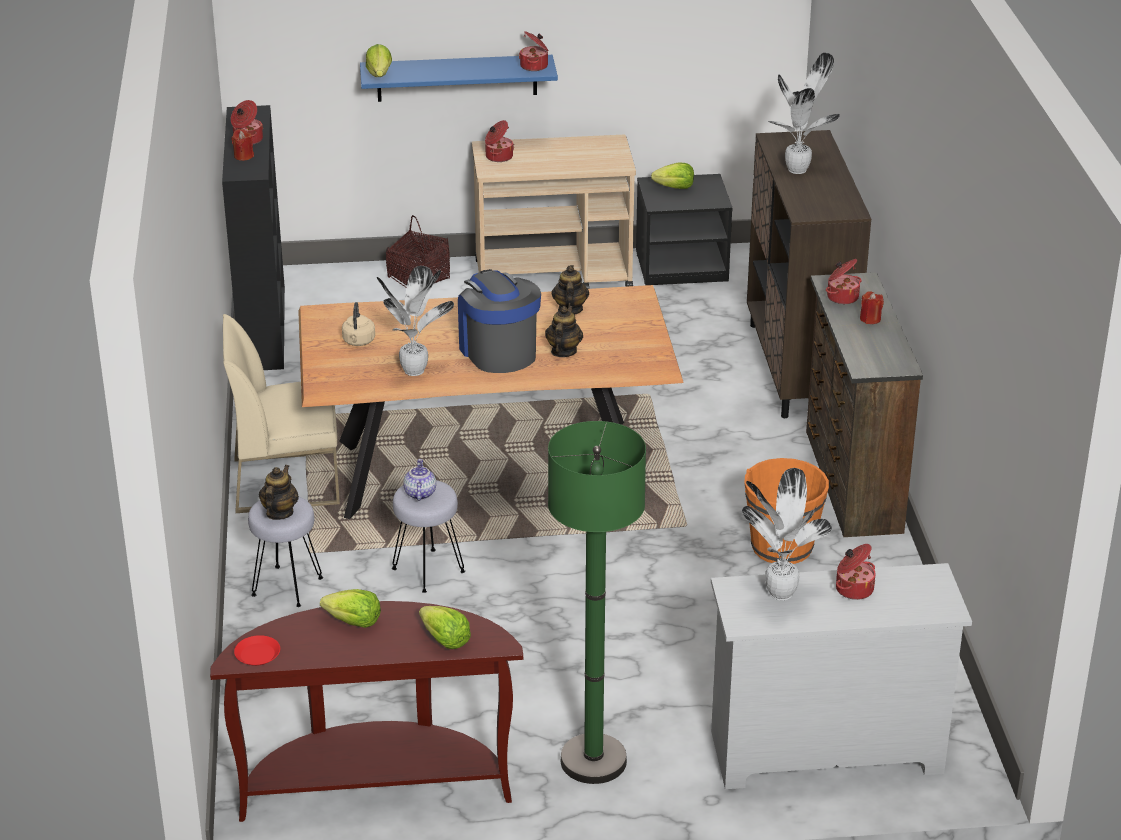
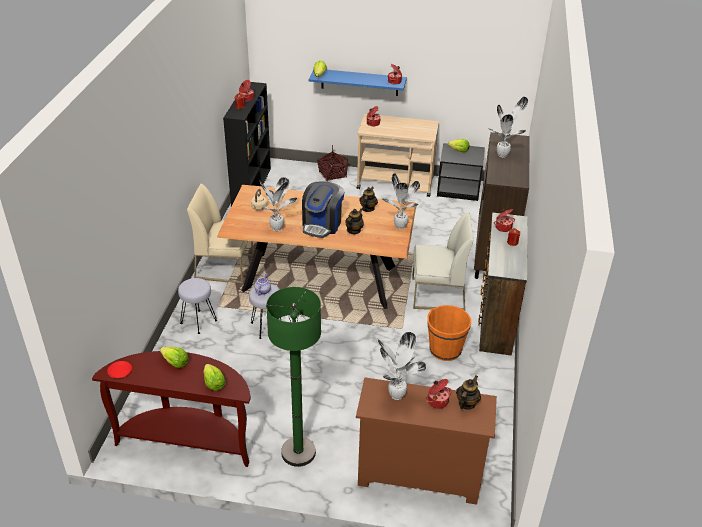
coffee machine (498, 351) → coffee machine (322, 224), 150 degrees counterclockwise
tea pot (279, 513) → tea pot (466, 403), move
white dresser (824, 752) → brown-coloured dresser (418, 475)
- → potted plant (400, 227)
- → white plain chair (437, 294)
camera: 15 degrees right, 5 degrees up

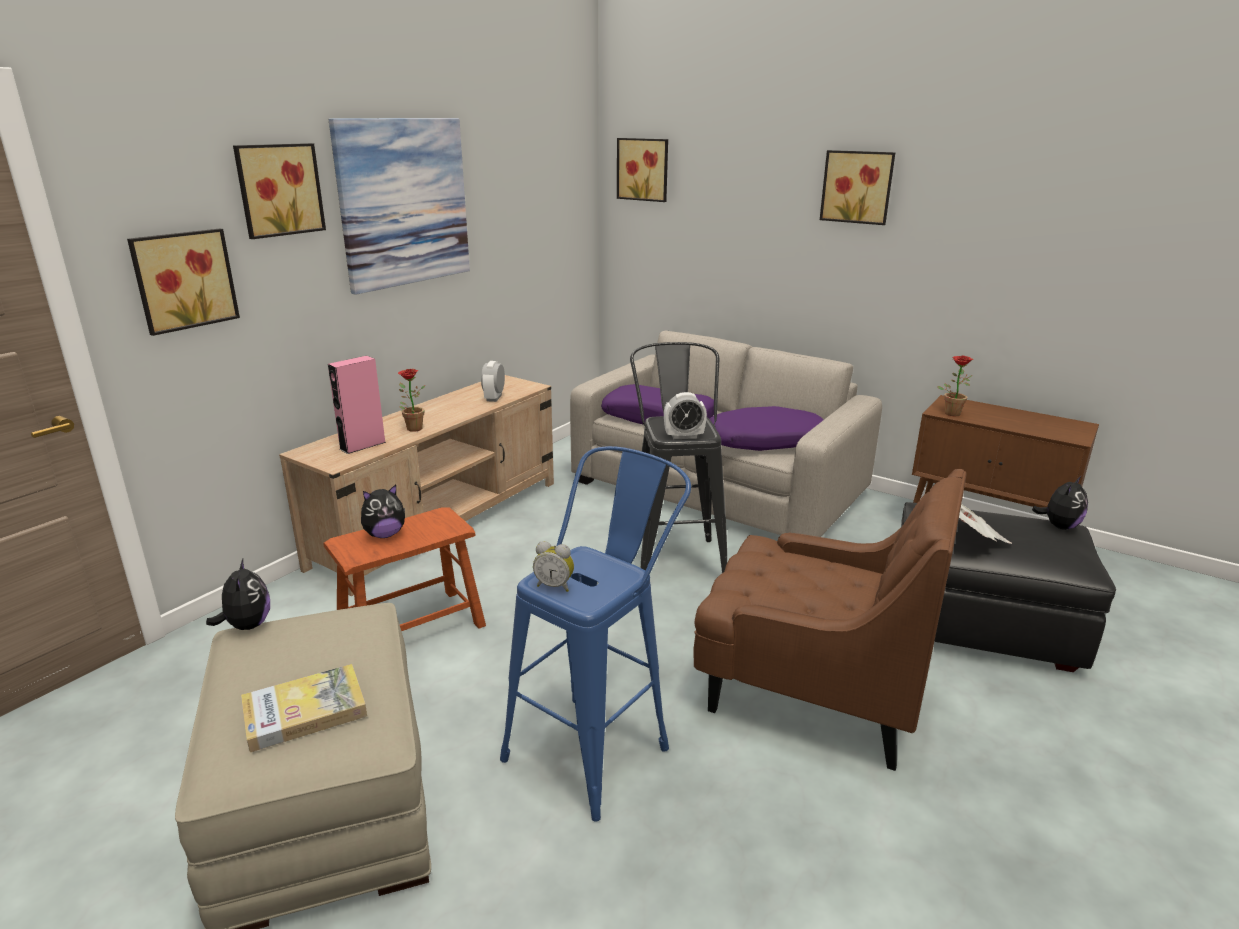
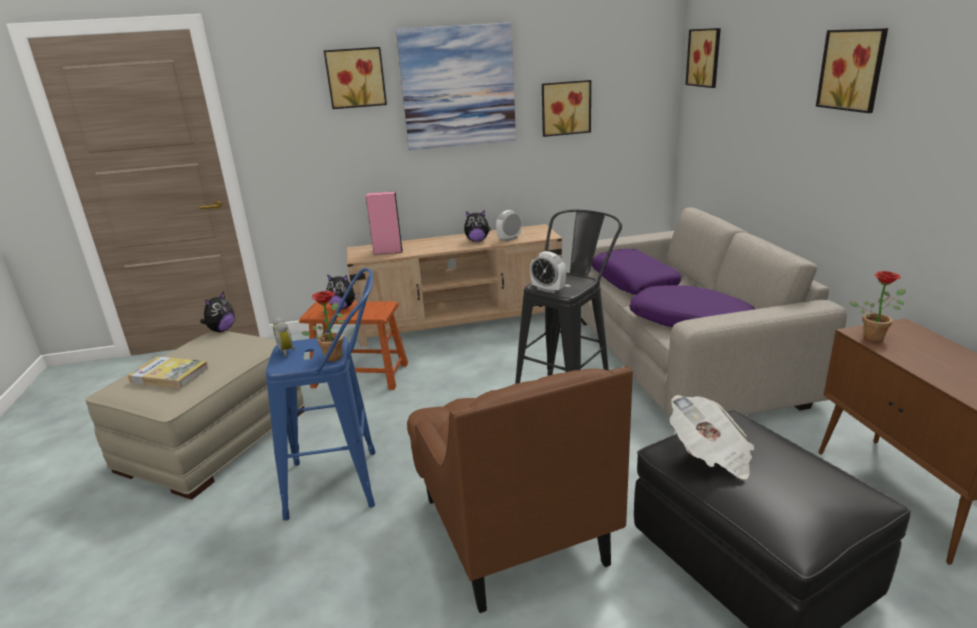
wall picture (183, 280) → wall picture (565, 108), move
potted plant (412, 428) → potted plant (333, 355), move
cuddly toy (1059, 526) → cuddly toy (477, 240), move
camera: 45 degrees right, 0 degrees up

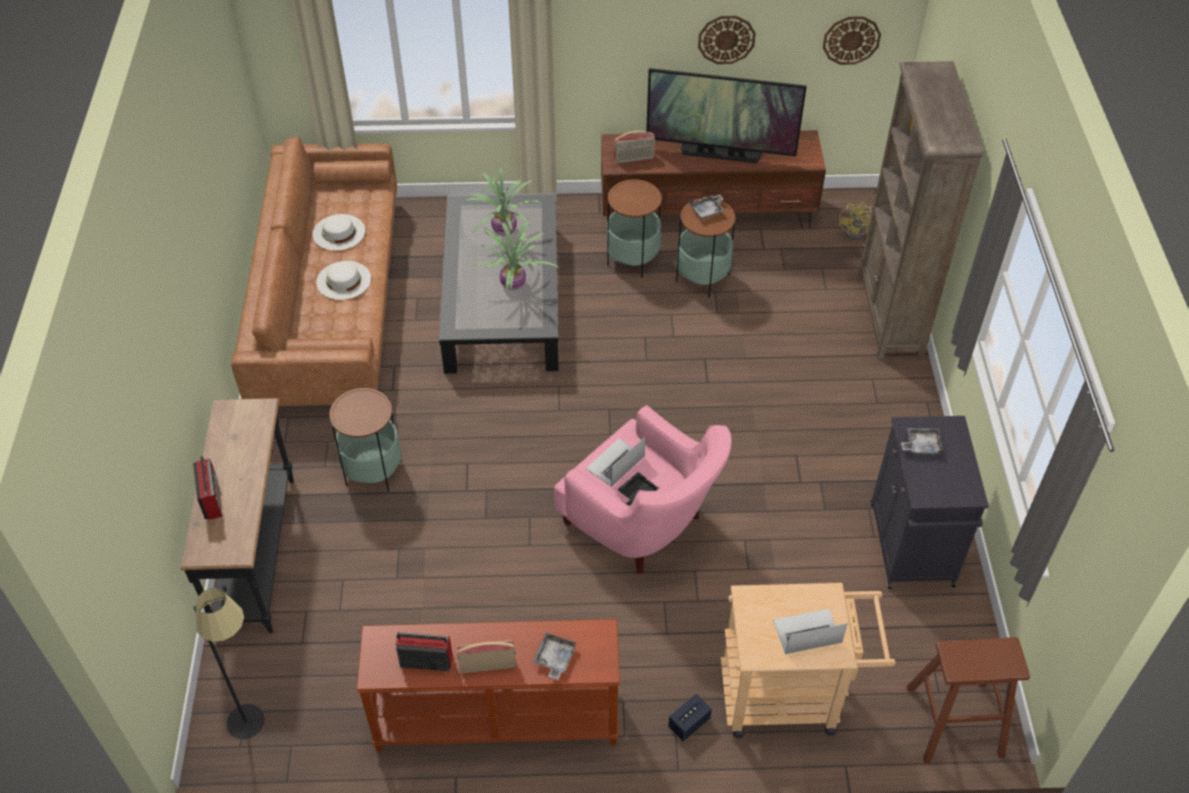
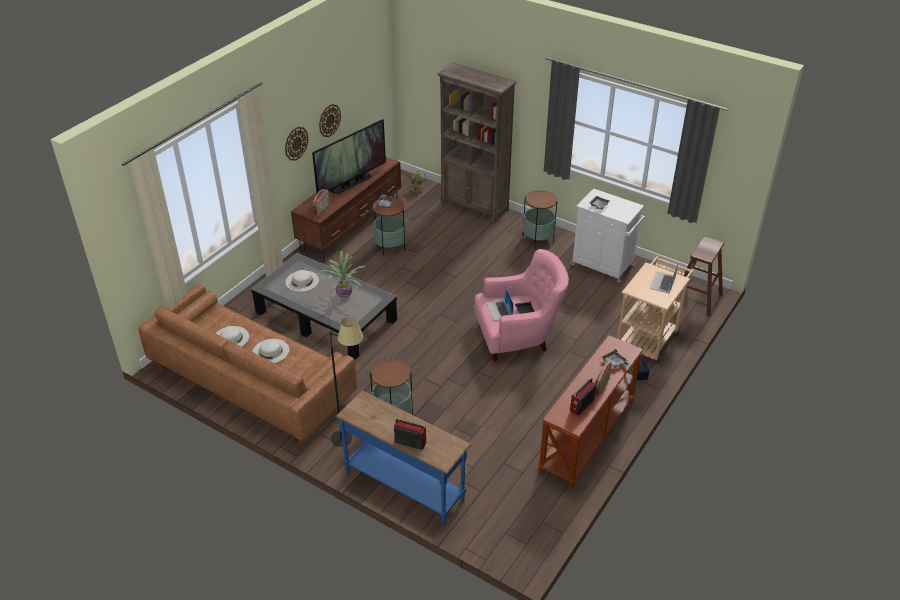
clock on the wall (851, 40) → clock on the wall (296, 143), move
potted plant (503, 230) → white clothing hat (302, 281)
end table (632, 259) → end table (538, 239), move
black-coloured console table (258, 553) → bluish console table (405, 485)
black-coloured storage cabinet (912, 546) → white storage cabinet (603, 265)
black-coloured standing lamp (259, 729) → black-coloured standing lamp (351, 435), move
camera: 55 degrees left, 10 degrees down

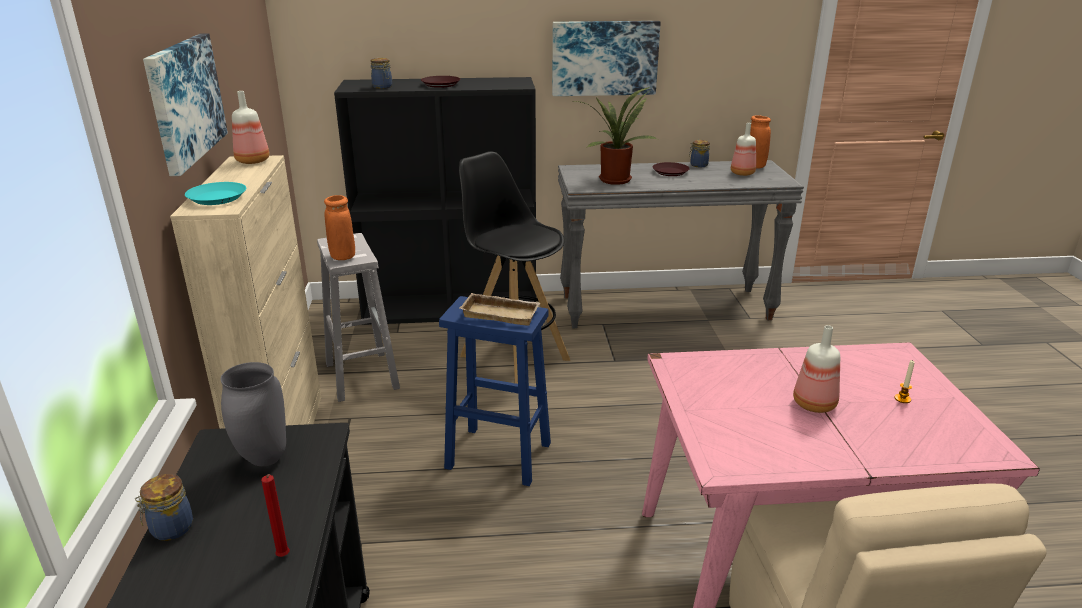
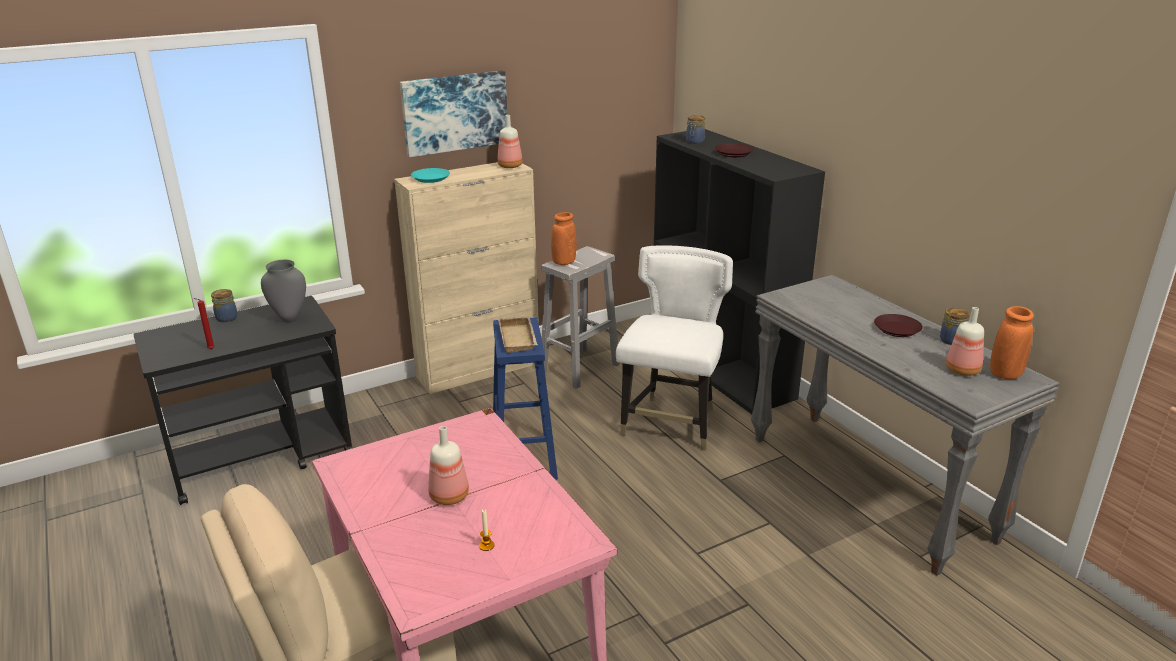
wall picture (604, 58) → -
potted plant (614, 179) → -
black-coloured stool (513, 356) → white plain chair (672, 423)
camera: 65 degrees right, 0 degrees up

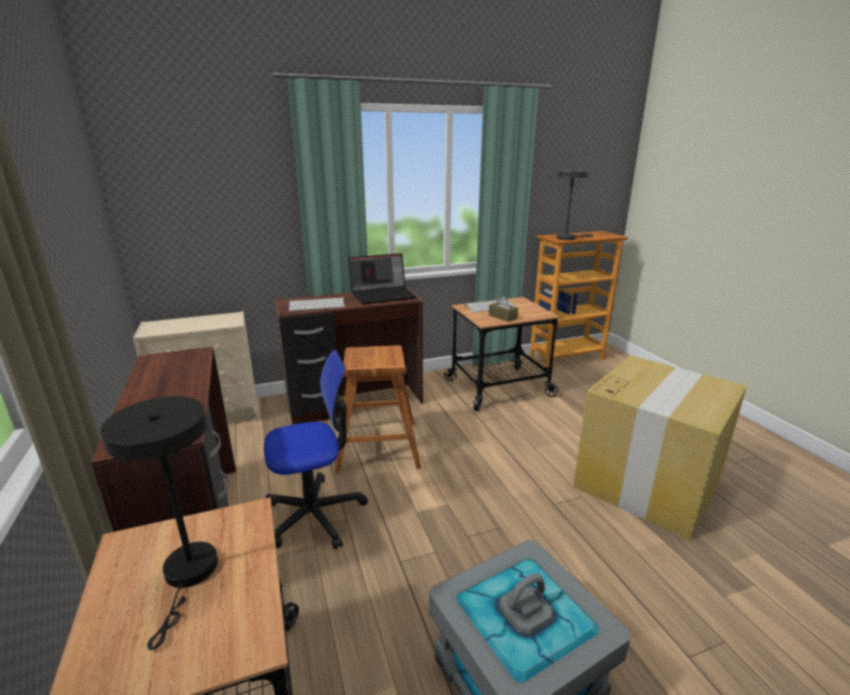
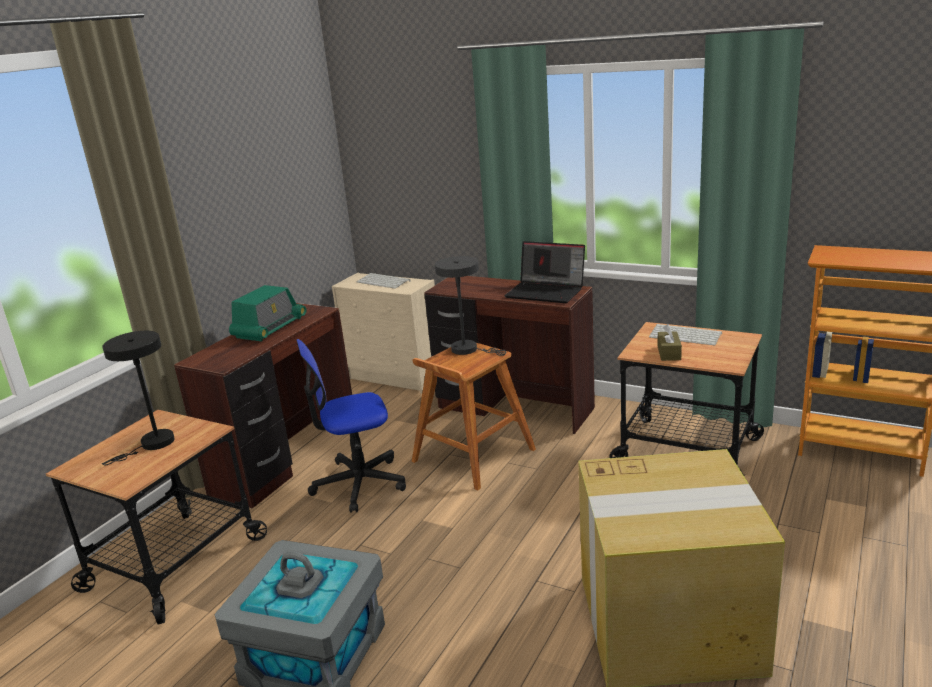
grey tabletop lamp (568, 238) → grey tabletop lamp (469, 350), move
computer keyboard (317, 305) → computer keyboard (384, 281), move
desk chair (315, 514) → desk chair (359, 483), 135 degrees clockwise
- → radio (269, 328)
camera: 50 degrees right, 0 degrees up

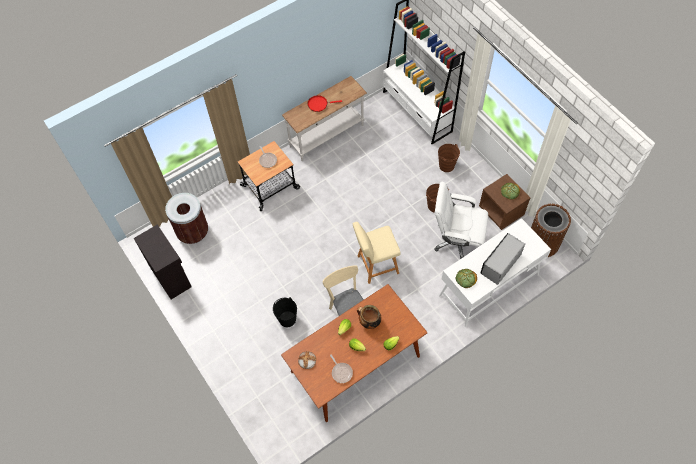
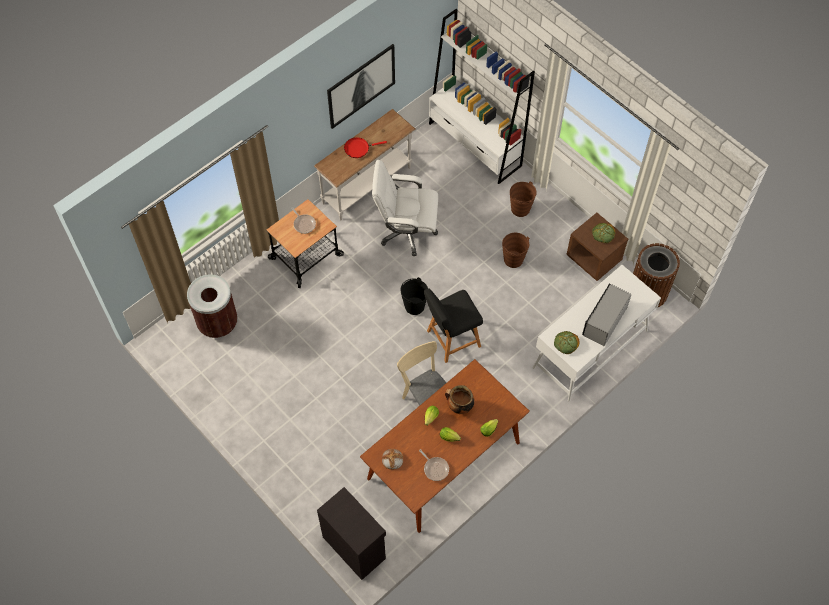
white desk chair (456, 241) → white desk chair (406, 232), move
sand-coloured stool (375, 265) → black-coloured stool (451, 340)
black-coloured storage cabinet (171, 276) → black-coloured storage cabinet (354, 546), move
black-coloured bucket (287, 319) → black-coloured bucket (414, 306), move
- → wall picture (361, 86)
camera: 10 degrees left, 0 degrees up

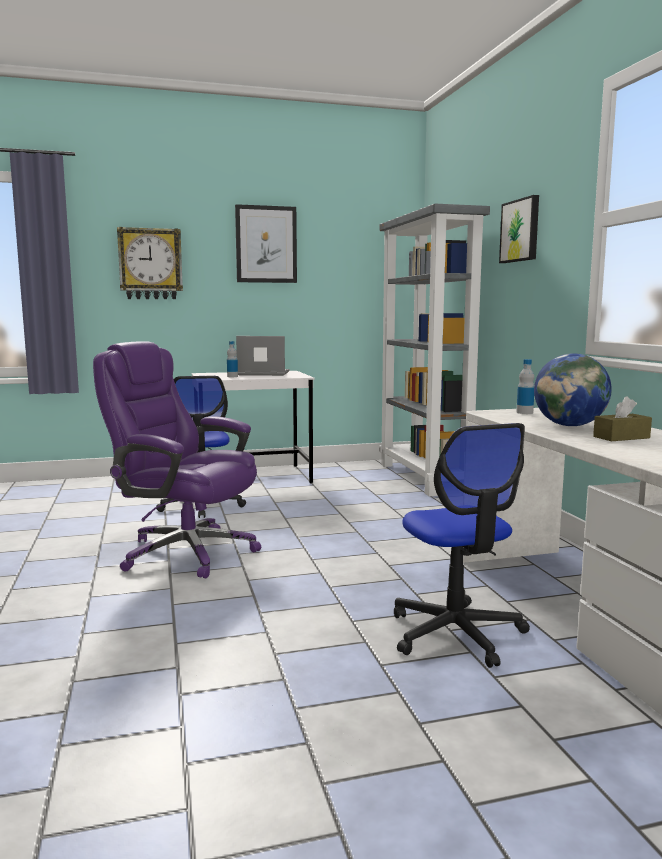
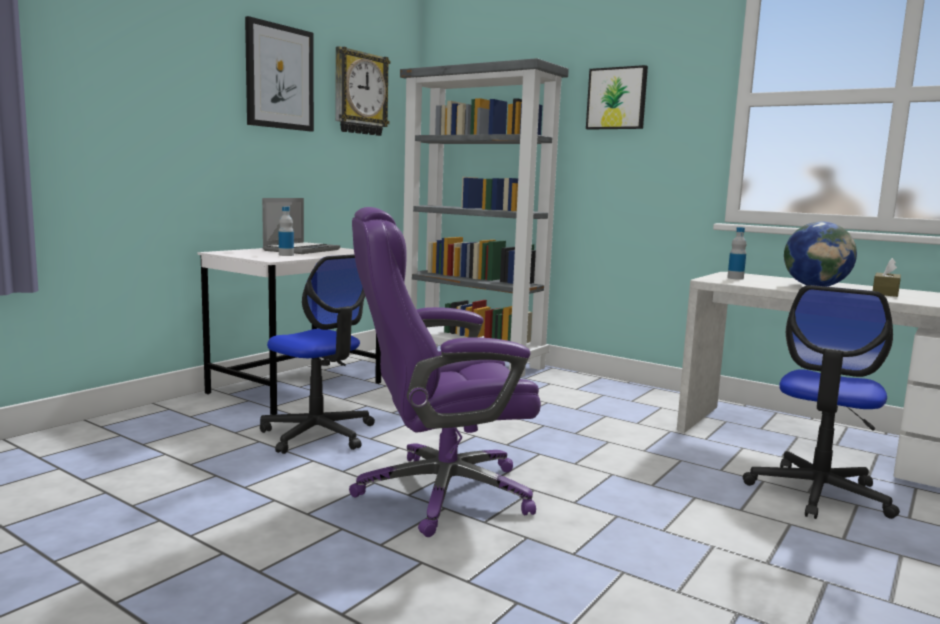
clock on the wall (150, 264) → clock on the wall (360, 93), move
portable computer (262, 374) → portable computer (301, 250), 150 degrees clockwise
desk chair (456, 633) → desk chair (818, 493), 90 degrees clockwise
camera: 40 degrees left, 0 degrees up

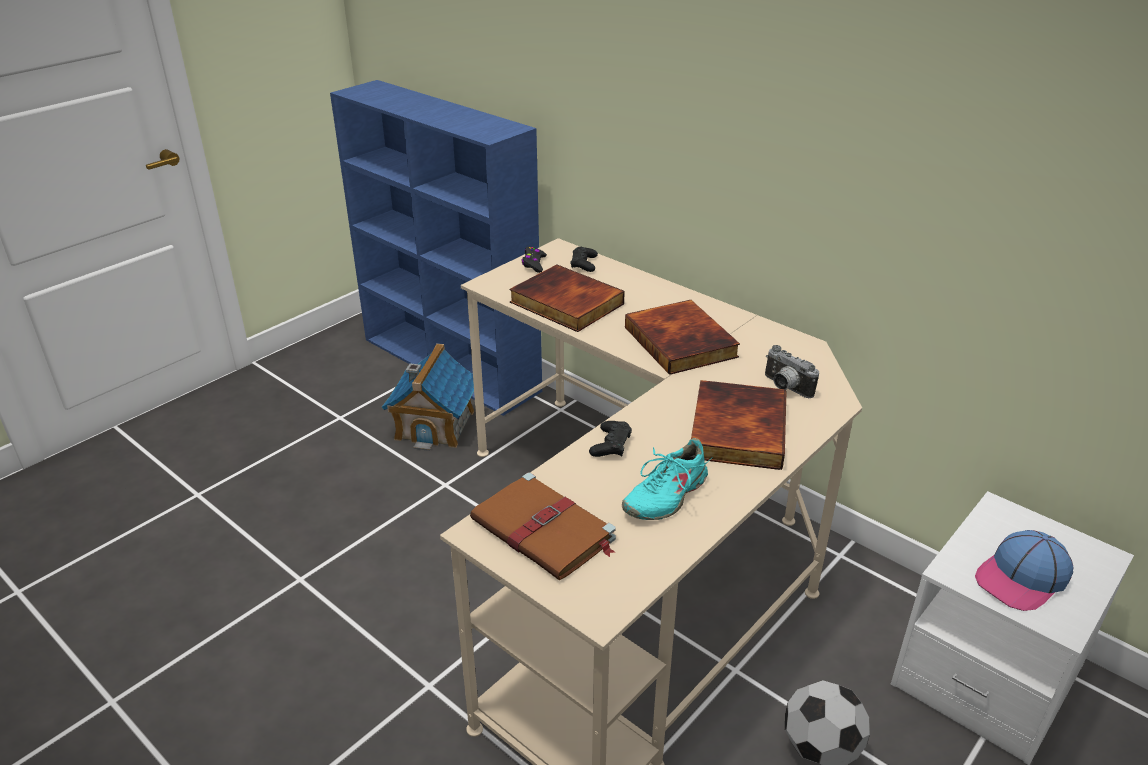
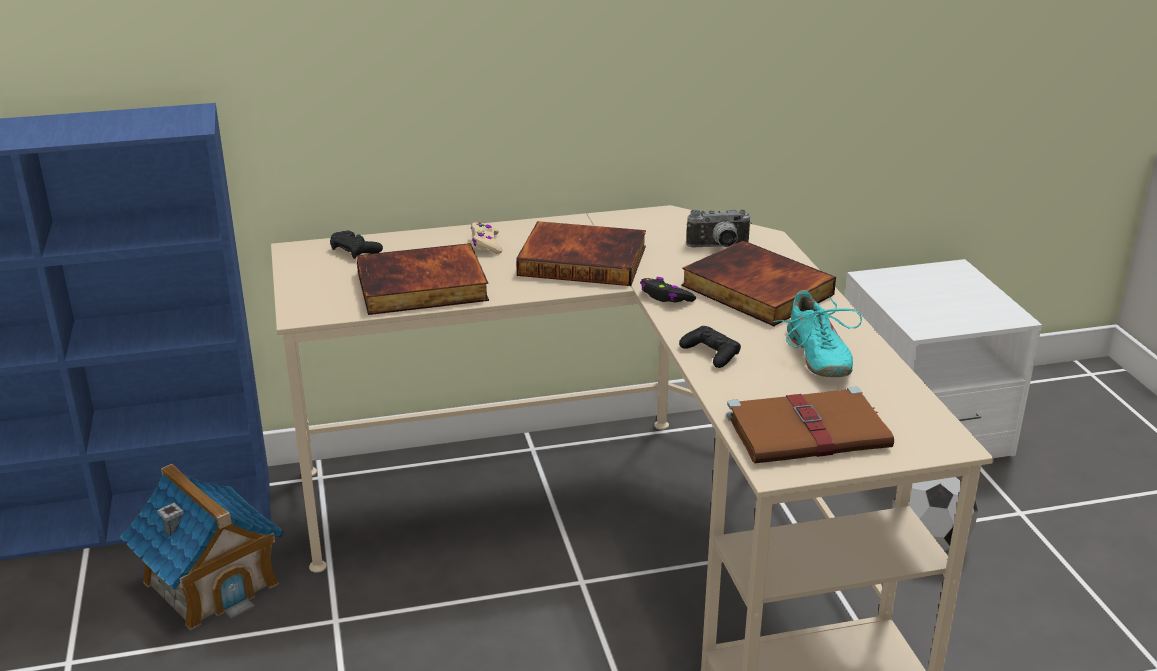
black-coloured joypad (534, 264) → black-coloured joypad (665, 297), move
baseball cap (1022, 578) → -
- → sand-coloured joypad (486, 244)
camera: 55 degrees left, 5 degrees down

